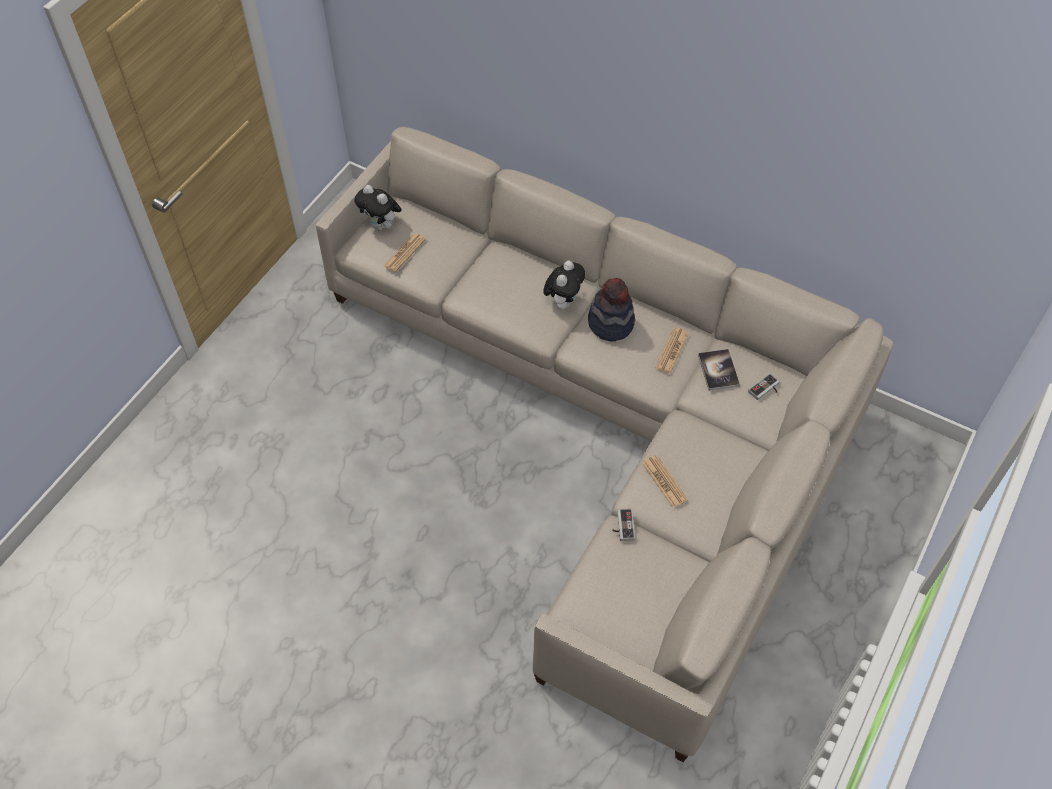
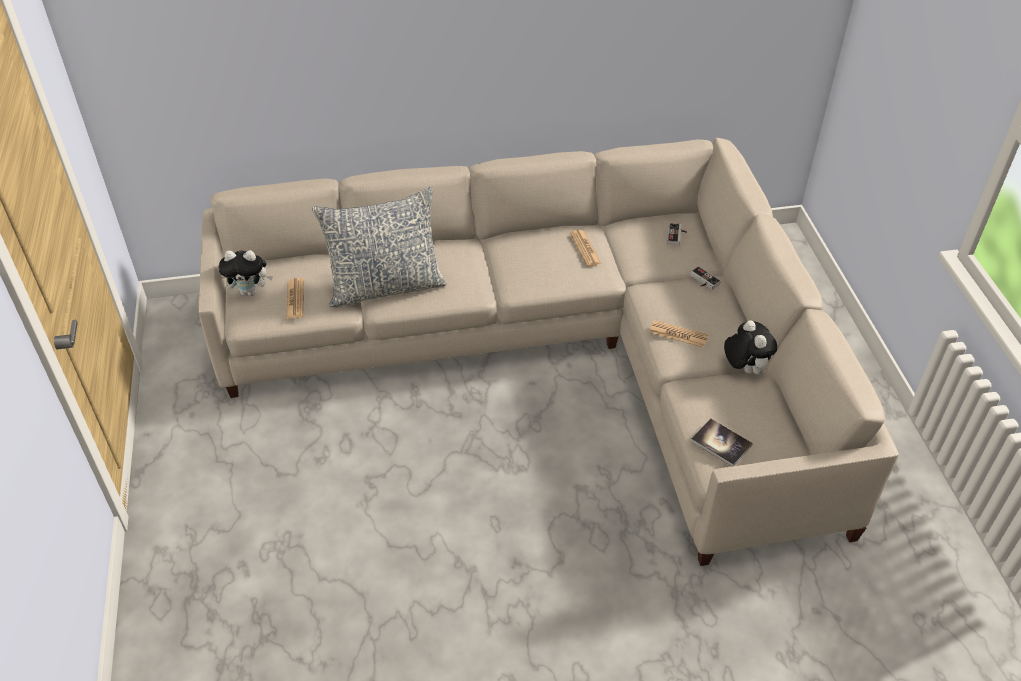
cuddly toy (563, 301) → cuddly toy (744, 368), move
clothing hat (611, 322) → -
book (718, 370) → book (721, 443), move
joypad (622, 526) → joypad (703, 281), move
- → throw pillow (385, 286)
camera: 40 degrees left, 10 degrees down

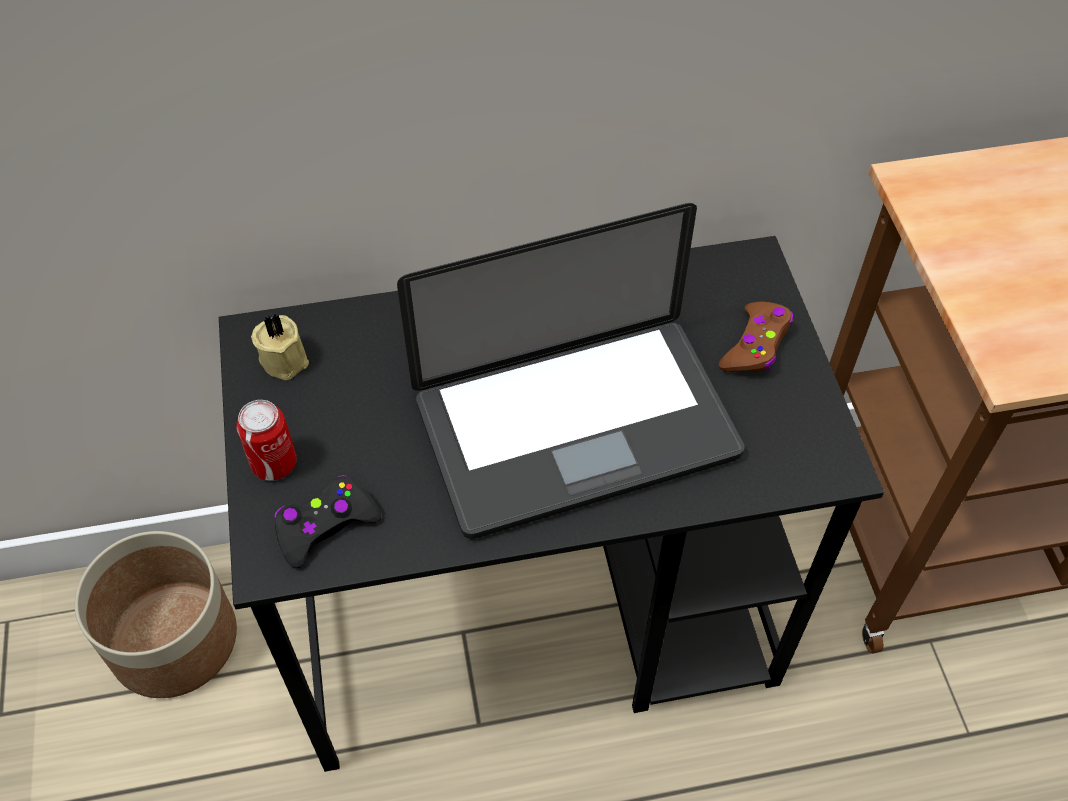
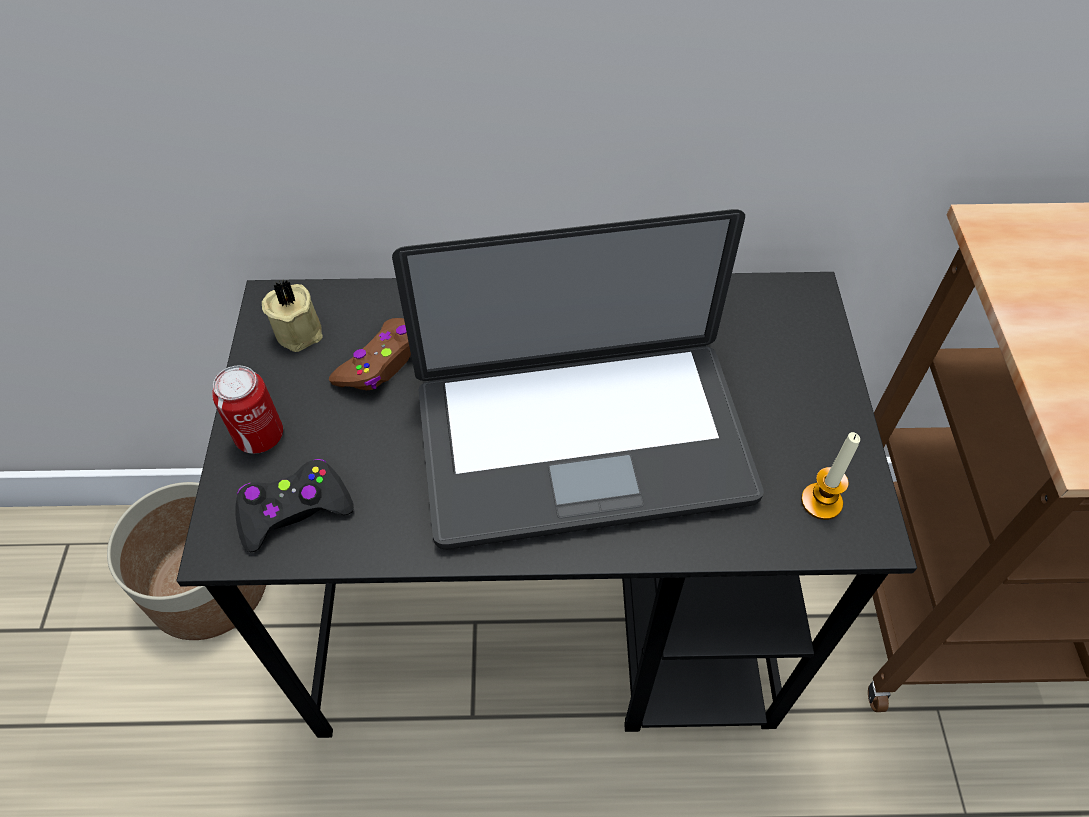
brown-coloured joypad (756, 345) → brown-coloured joypad (381, 363), move
- → wax light (821, 502)
camera: 10 degrees right, 0 degrees up

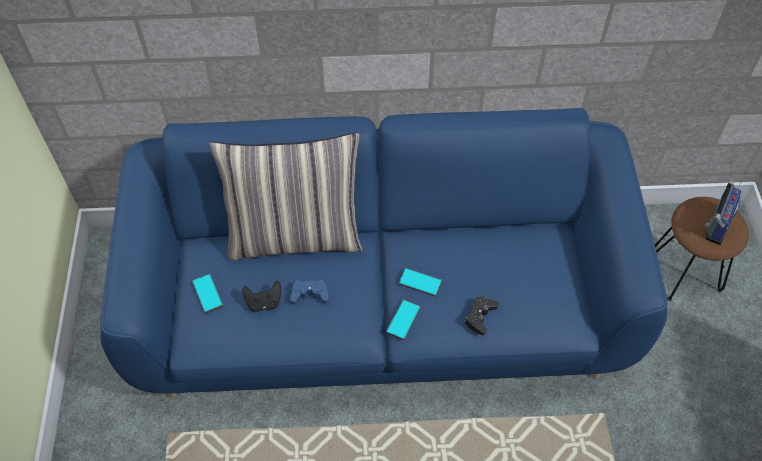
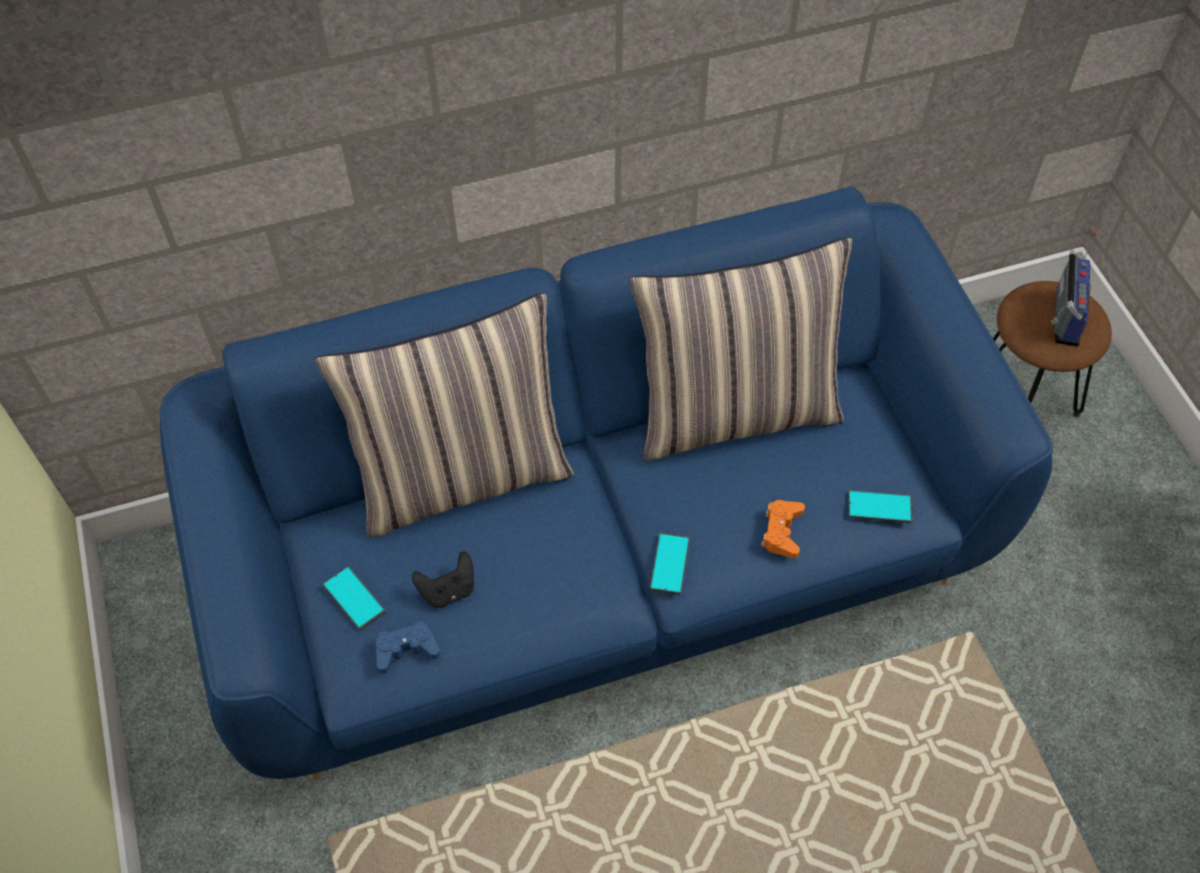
telephone (420, 282) → telephone (879, 507), move
bluish joypad (310, 294) → bluish joypad (406, 650), move
black-coloured joypad (480, 317) → orangey joypad (782, 531)
- → throw pillow (735, 411)
camera: 15 degrees left, 0 degrees up

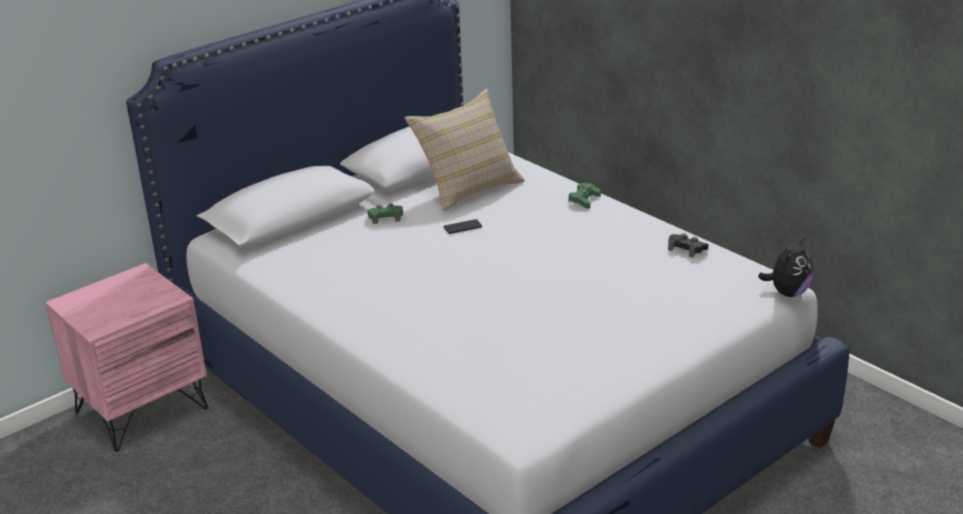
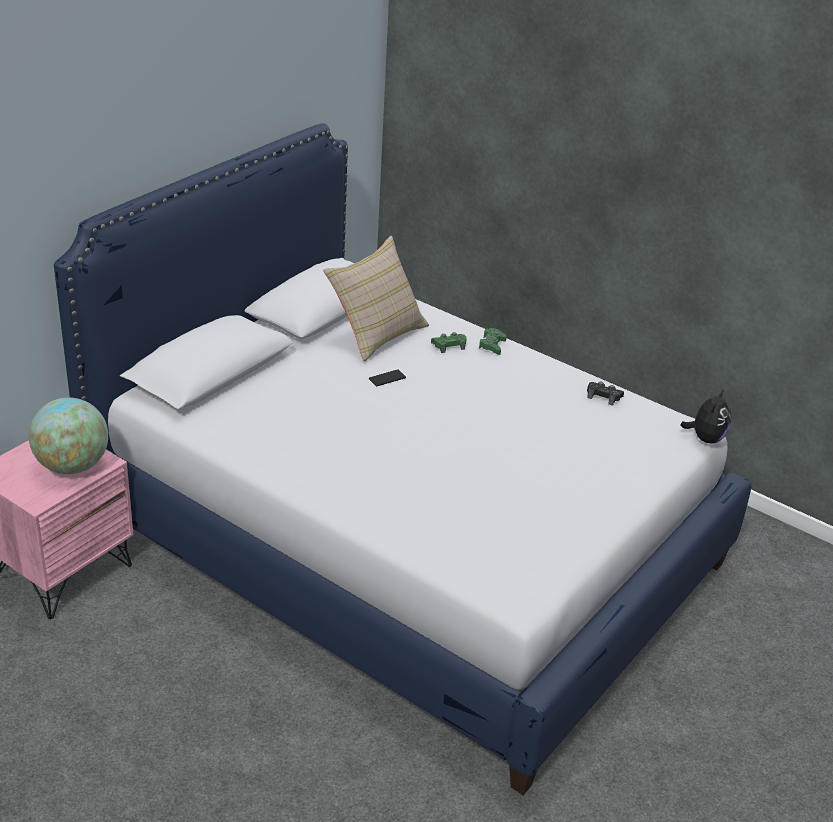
green joypad (385, 217) → green joypad (449, 345), move
- → desk globe (72, 466)
camera: 15 degrees left, 5 degrees up

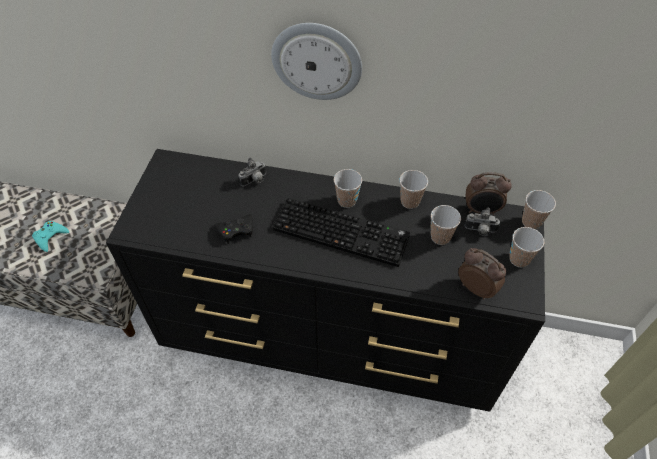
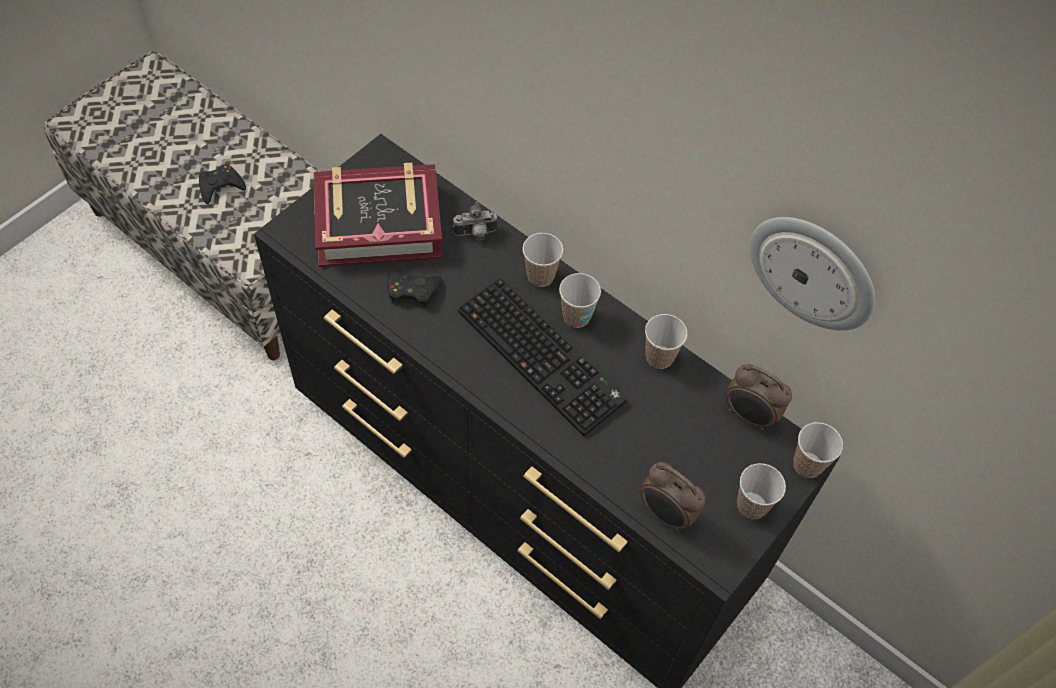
clock on the wall (317, 61) → clock on the wall (813, 271), move
drinking cup (440, 237) → drinking cup (540, 276), move
photo camera (480, 231) → -
turquoise-coloured joypad (50, 237) → black-coloured joypad (220, 186)
bedside clock (476, 288) → bedside clock (666, 514), 150 degrees clockwise
- → book (379, 224)
camera: 25 degrees right, 5 degrees up

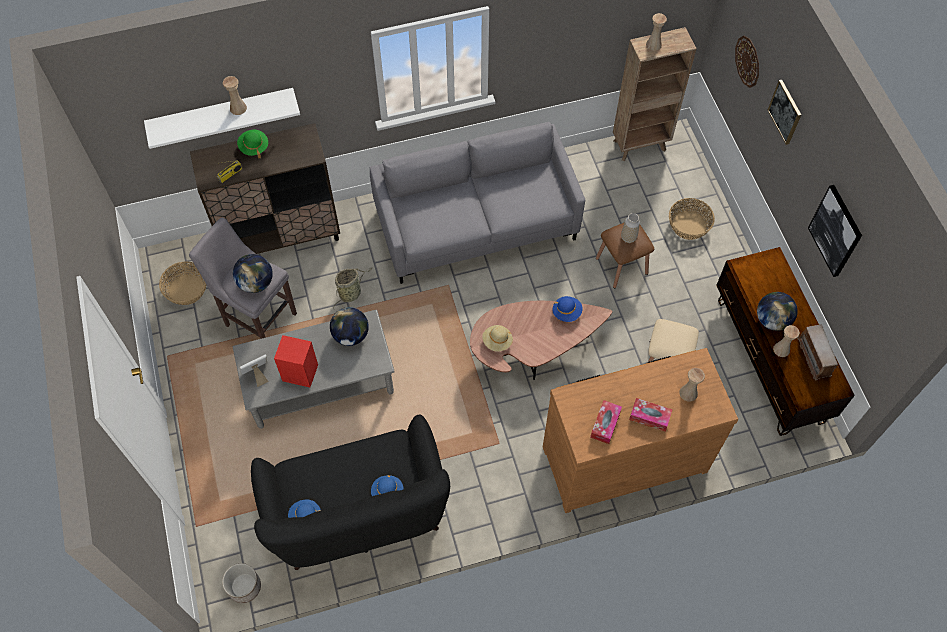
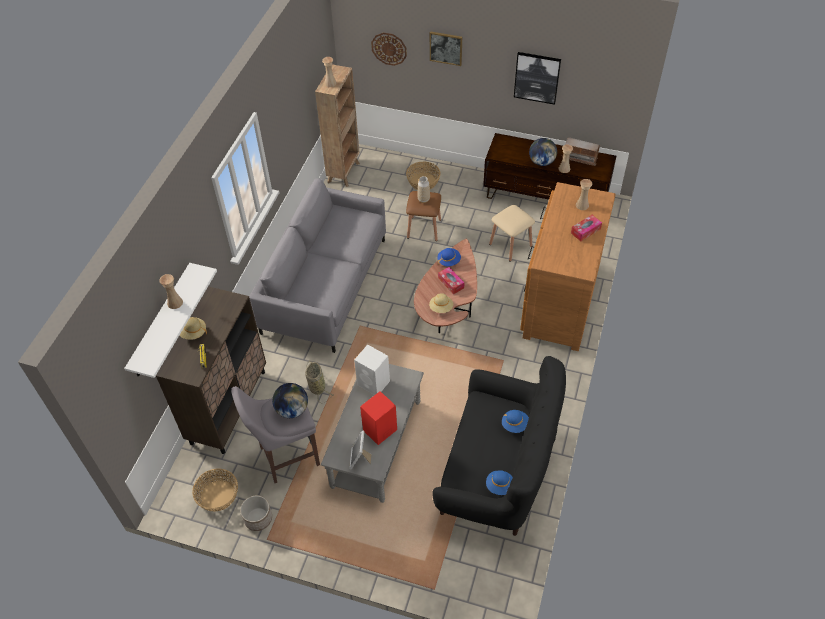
green clothing hat (254, 147) → sand-coloured clothing hat (193, 332)
desk globe (351, 335) → white loudspeaker (374, 383)
tissue holder (605, 424) → tissue holder (451, 283), move
planter (244, 587) → planter (258, 519), move
camera: 55 degrees left, 10 degrees down

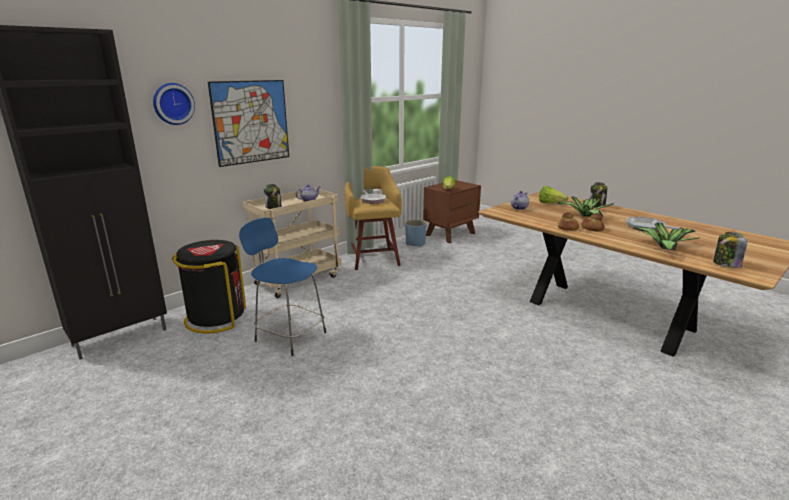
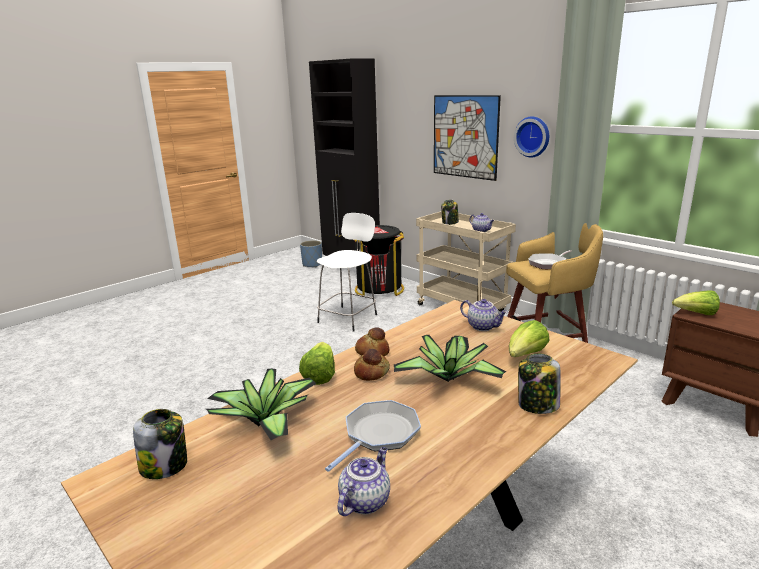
clock on the wall (173, 103) → clock on the wall (533, 136), move
bluish stool (289, 336) → white stool (349, 317)
bluish planter (415, 243) → bluish planter (312, 264), move
- → head of lettuce (319, 375)
- → tea pot (365, 500)
camera: 90 degrees right, 0 degrees up

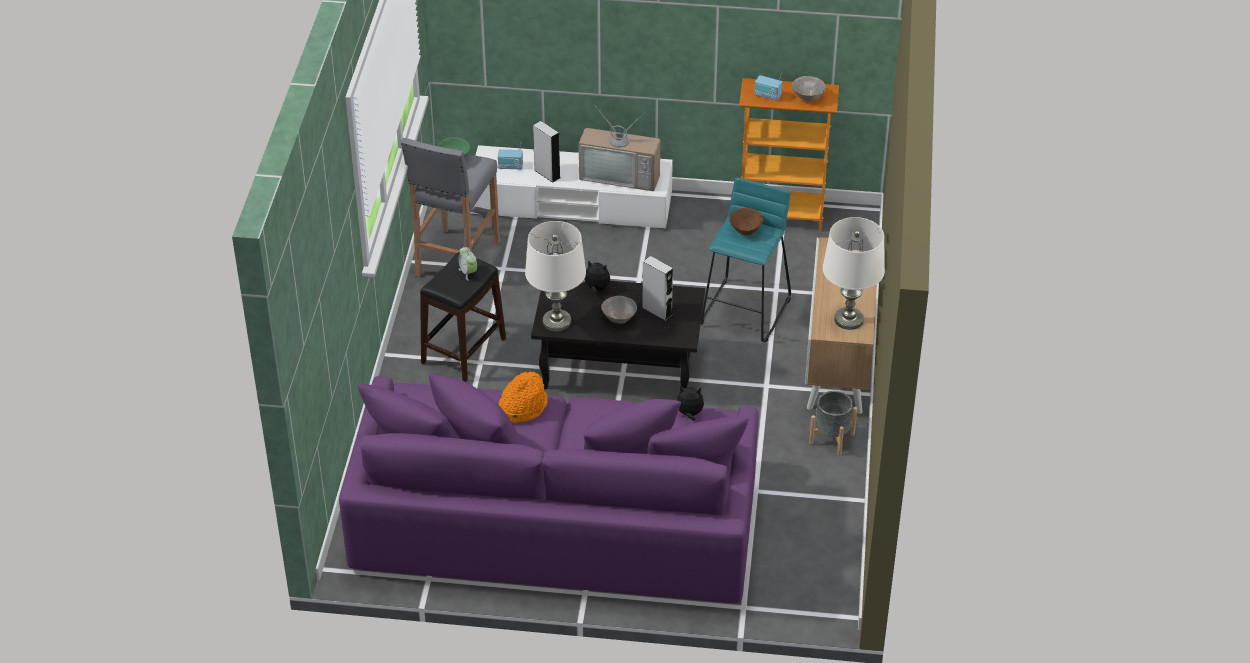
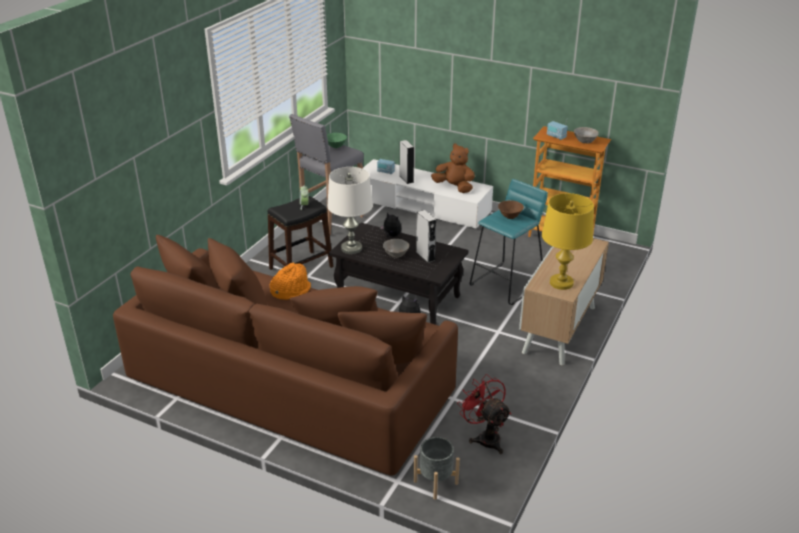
television (621, 174) → brown-coloured cuddly toy (454, 187)
white tabletop lamp (848, 319) → yellowish tabletop lamp (561, 283)
purple-coloured sofa (556, 518) → brown-coloured sofa (293, 381)
grey planter (832, 438) → grey planter (436, 482), move
- → reddish cooling fan (485, 437)
camera: 20 degrees right, 10 degrees down

